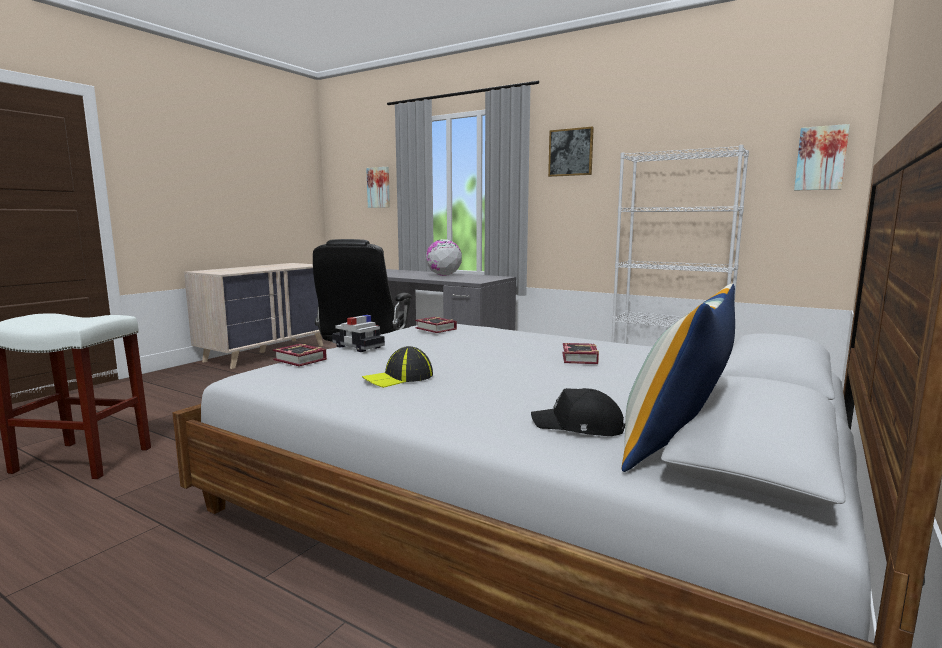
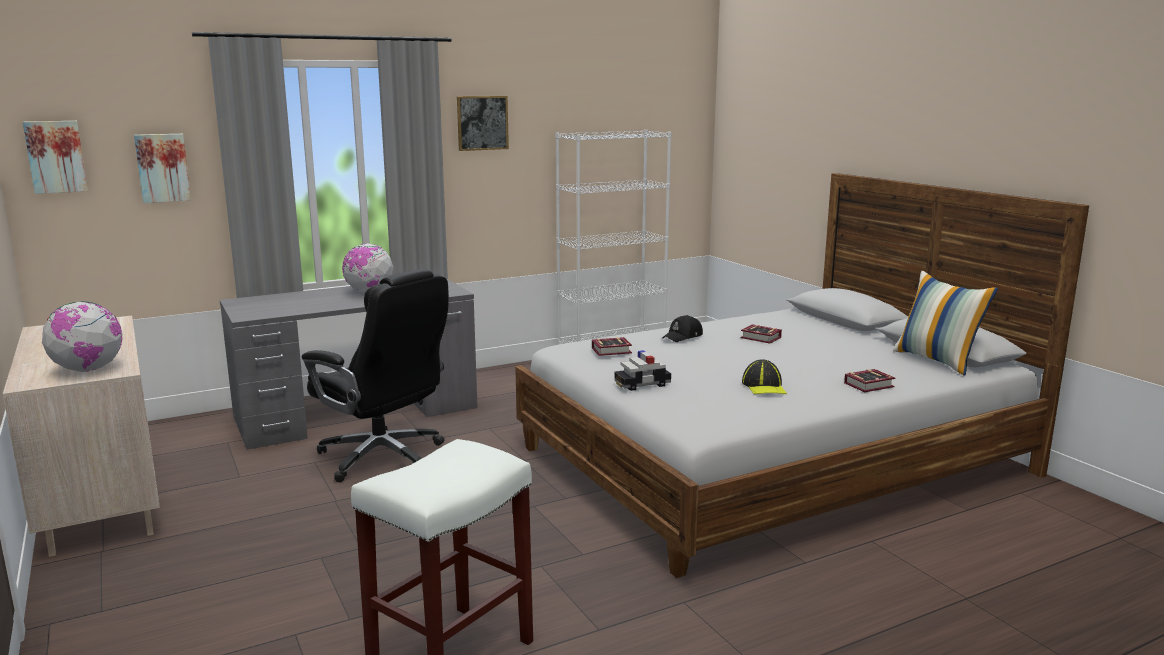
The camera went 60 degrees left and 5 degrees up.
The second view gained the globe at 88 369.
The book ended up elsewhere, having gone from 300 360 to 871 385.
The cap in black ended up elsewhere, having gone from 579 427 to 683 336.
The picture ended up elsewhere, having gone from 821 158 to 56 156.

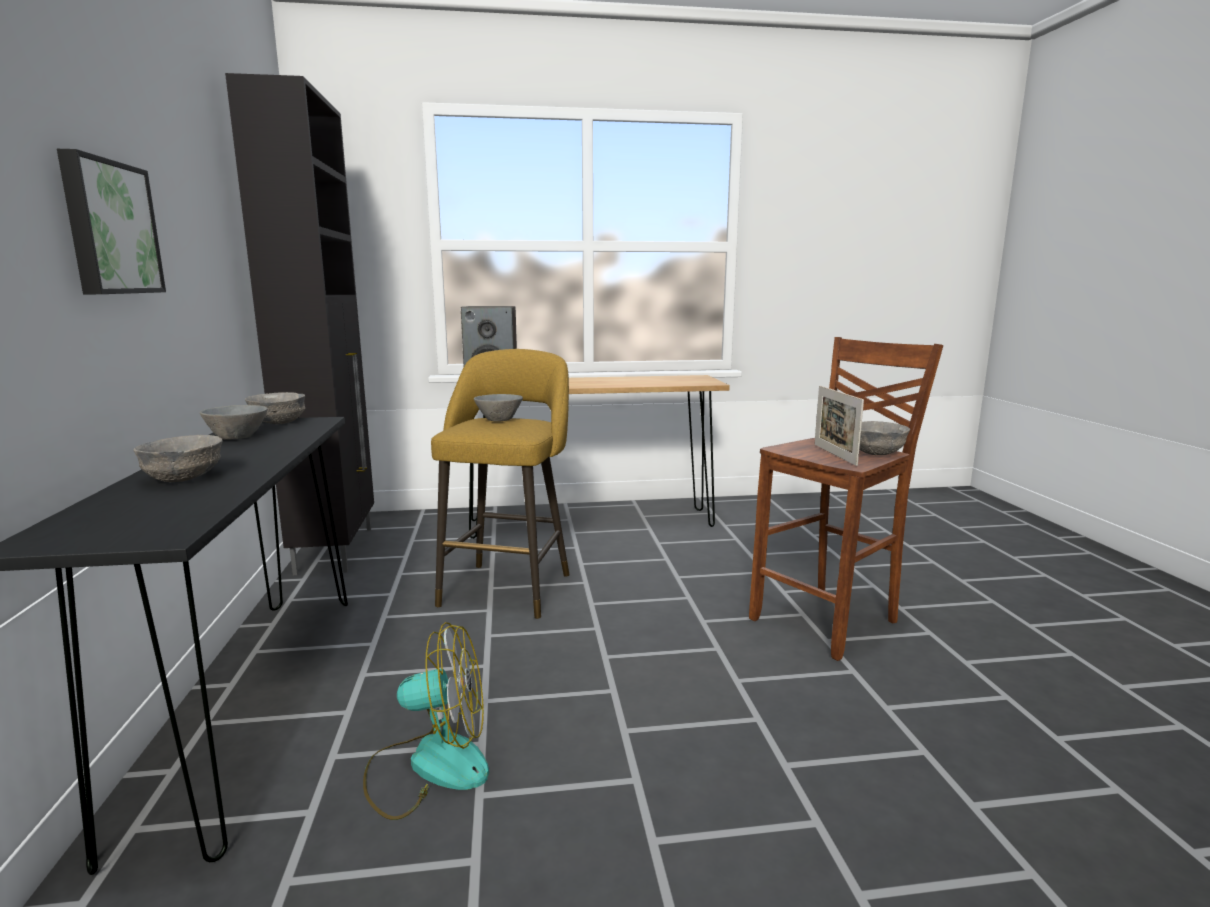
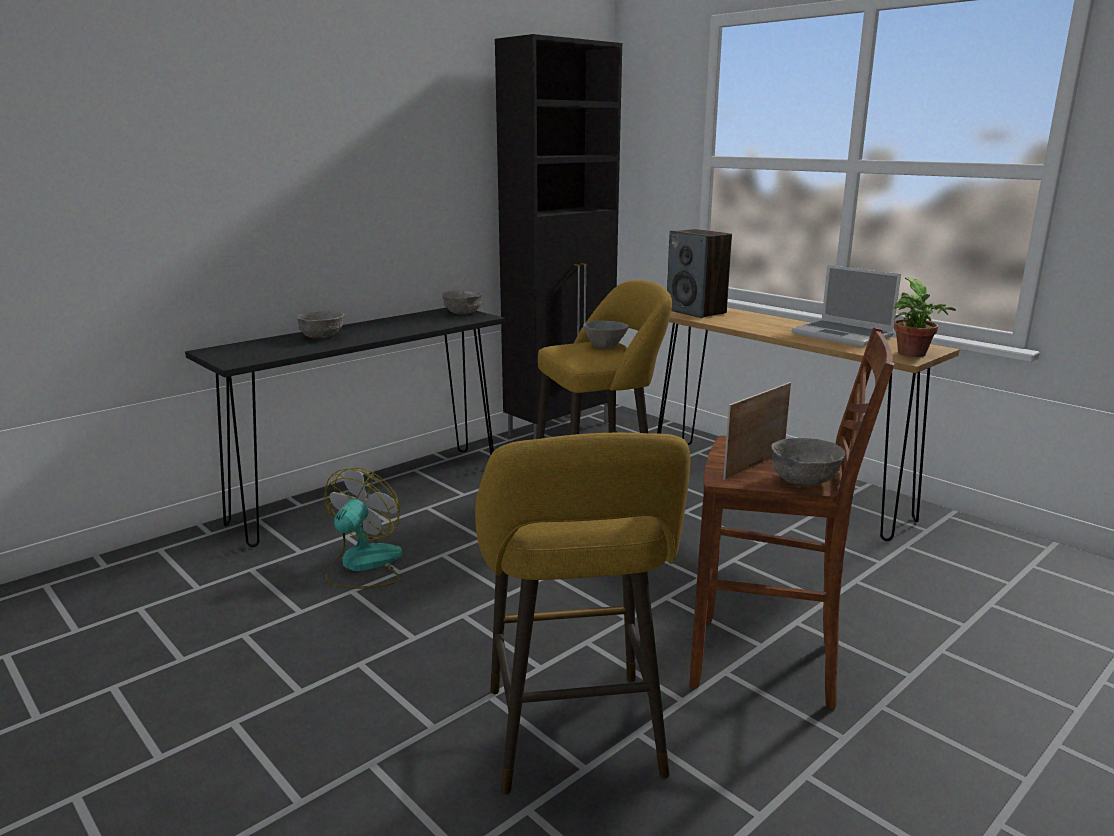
The camera went 55 degrees right and 5 degrees up.
The second view lost the picture at 108 228.
The second view lost the bowl in grey at 238 437.
The second view gained the stool in yellow at 575 739.
The second view gained the laptop at 843 335.
The second view gained the potted plant at 913 355.
The fan at 429 765 ended up facing another way, 120 degrees counterclockwise from before.

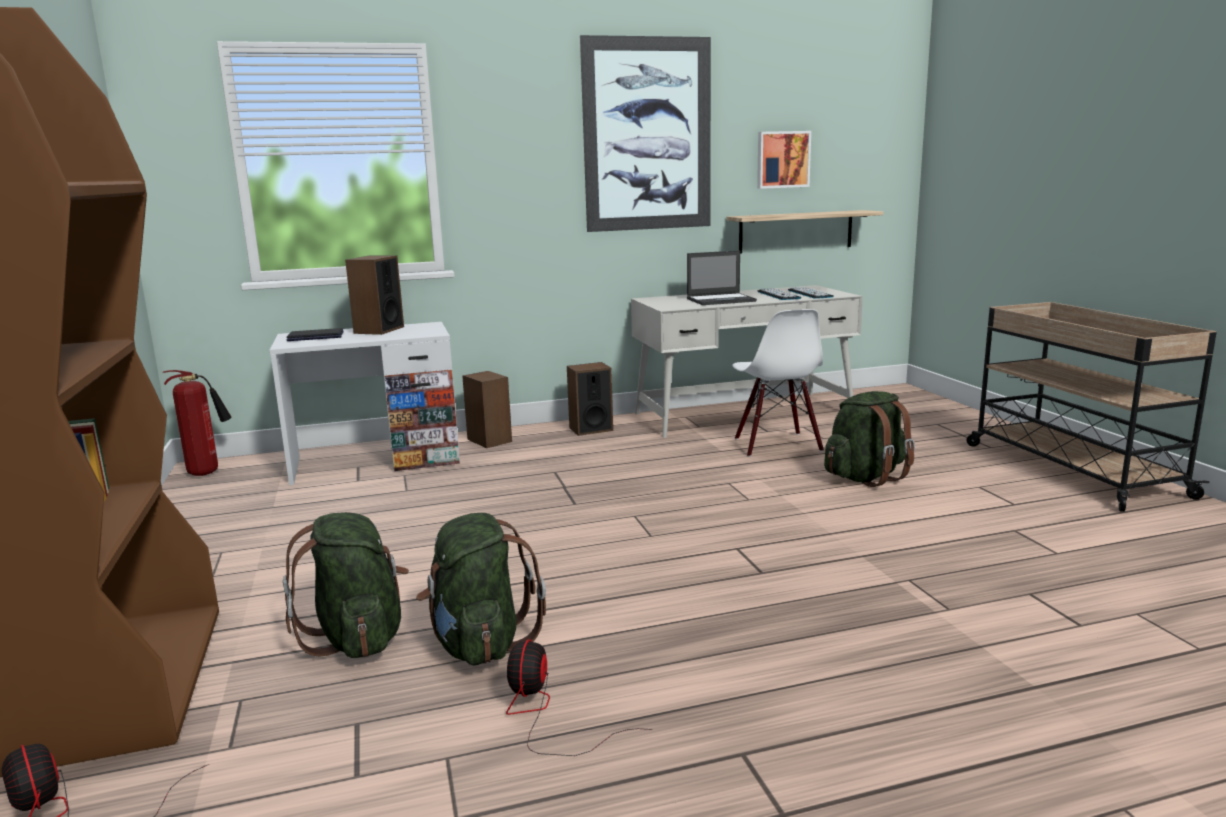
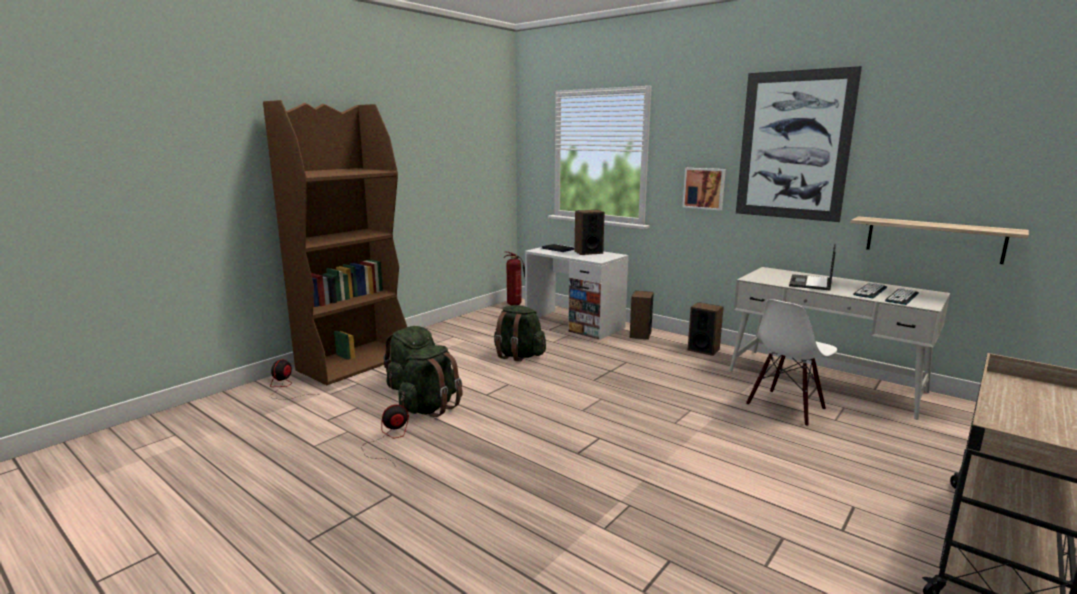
The camera went 55 degrees right and 0 degrees up.
The picture ended up elsewhere, having gone from 782 159 to 704 188.
The backpack in green ended up elsewhere, having gone from 866 477 to 518 356.
The laptop at 721 300 ended up facing another way, 75 degrees clockwise from before.

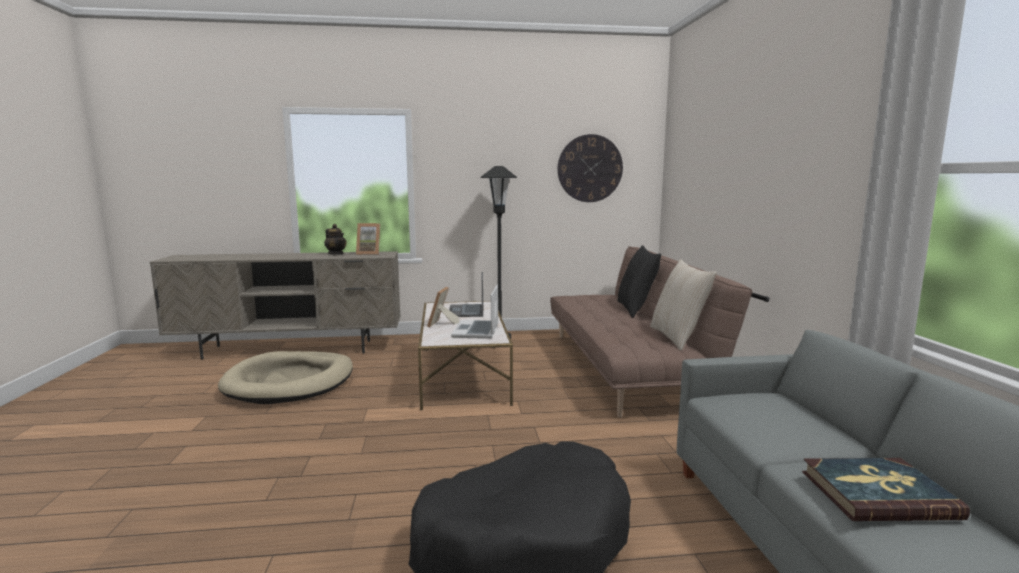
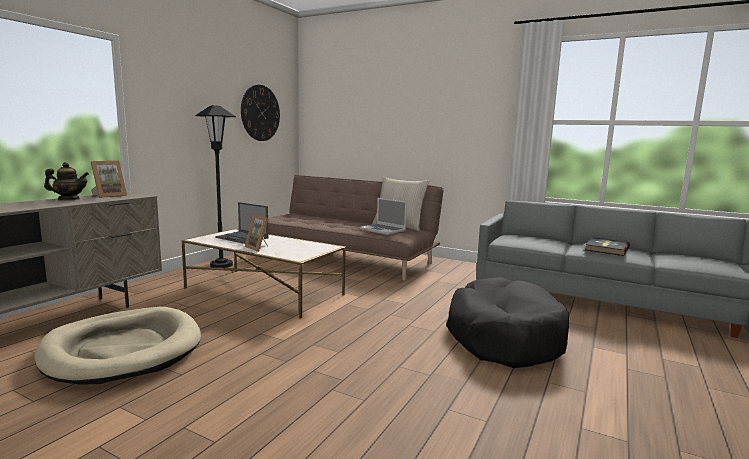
The camera went 55 degrees left and 0 degrees up.
The second view lost the pillow in black at 636 309.
The laptop ended up elsewhere, having gone from 476 331 to 383 230.

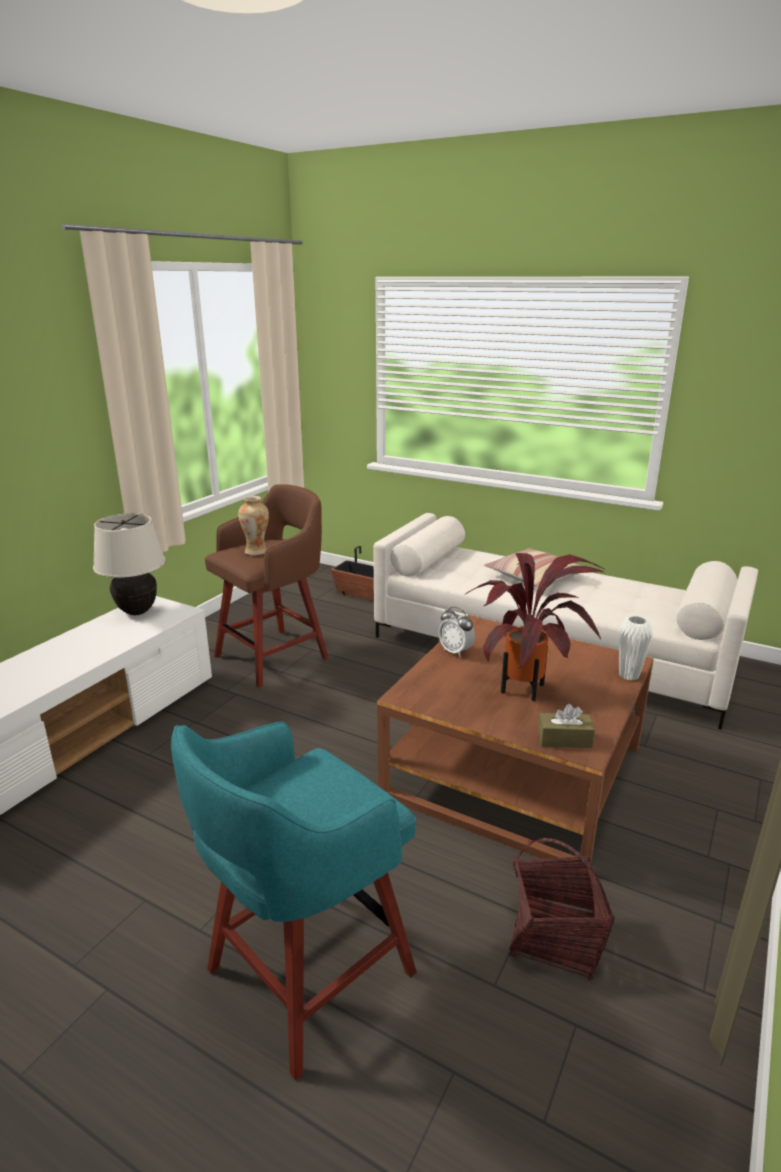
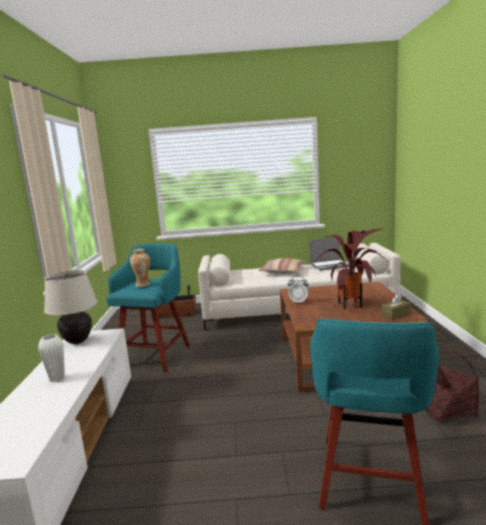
The camera went 30 degrees left and 10 degrees down.
The second view gained the laptop at 329 265.
The vase in white ended up elsewhere, having gone from 628 675 to 57 378.
What was the stool in brown at 275 656 turned into the stool in turquoise at 156 355.

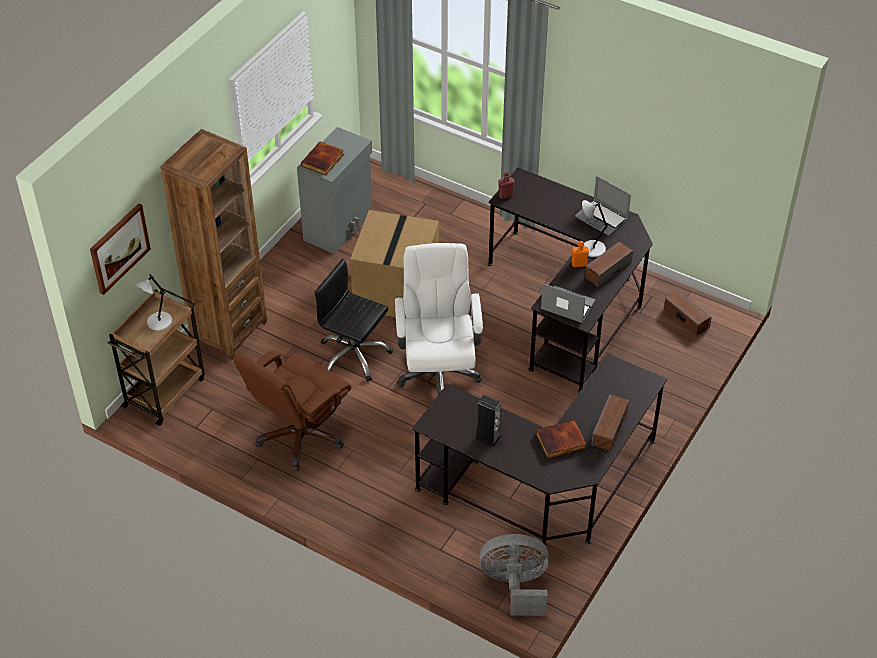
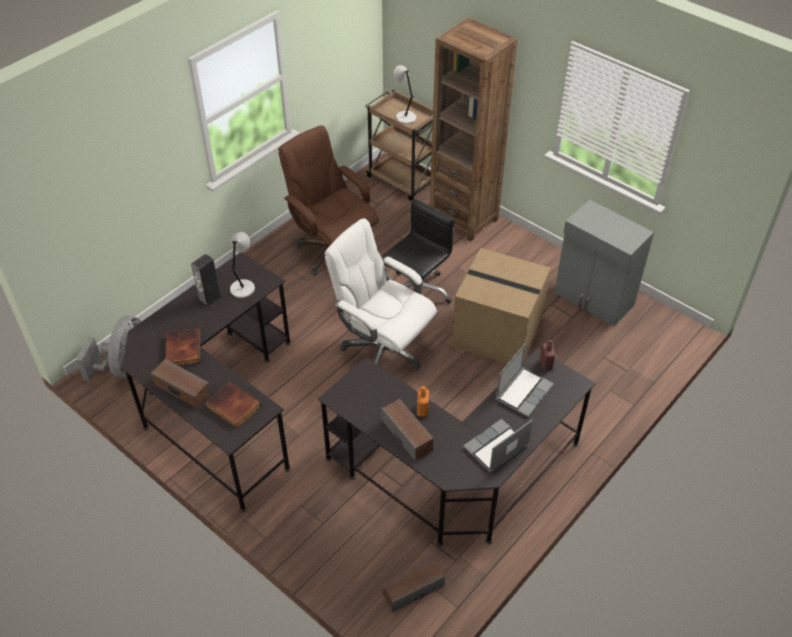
The camera went 100 degrees right and 0 degrees up.
The second view lost the picture at 119 248.
The book ended up elsewhere, having gone from 323 161 to 232 407.
The laptop ended up elsewhere, having gone from 566 306 to 523 391.
The table lamp in grey ended up elsewhere, having gone from 592 249 to 243 288.
The office chair in white at 438 372 ended up facing another way, 150 degrees counterclockwise from before.

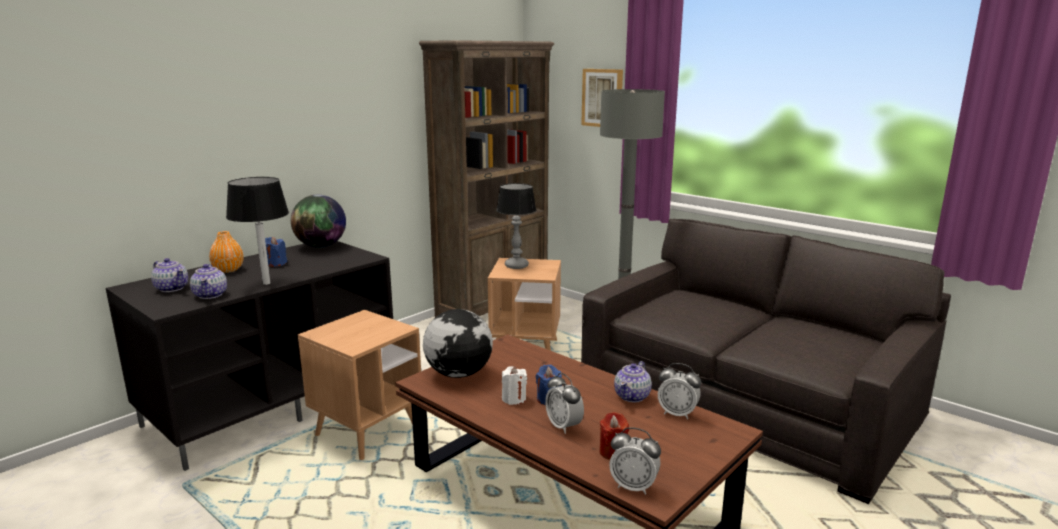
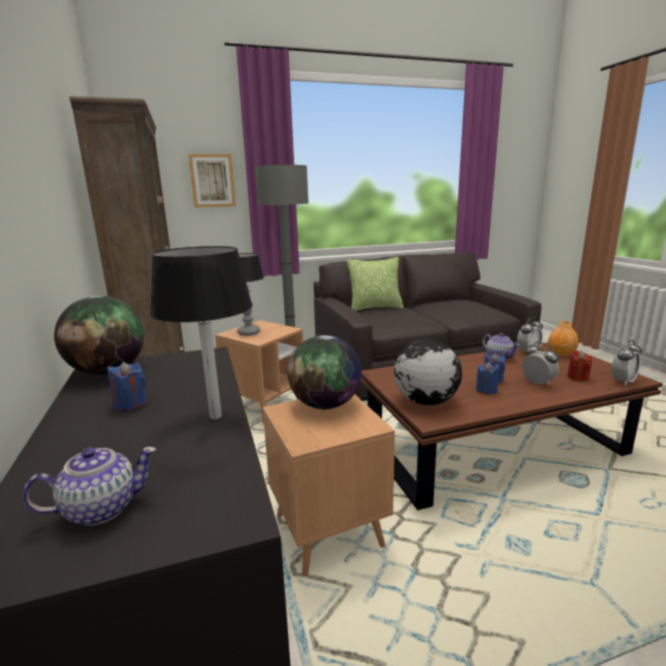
The camera went 60 degrees left and 0 degrees up.
The second view lost the teapot at 211 295.
The second view gained the globe at 325 405.
The second view gained the pillow at 375 308.
The vase in orange ended up elsewhere, having gone from 228 270 to 561 354.
What was the candle in white at 514 399 turned into the candle in blue at 486 390.
The alarm clock at 564 426 ended up facing another way, 120 degrees counterclockwise from before.

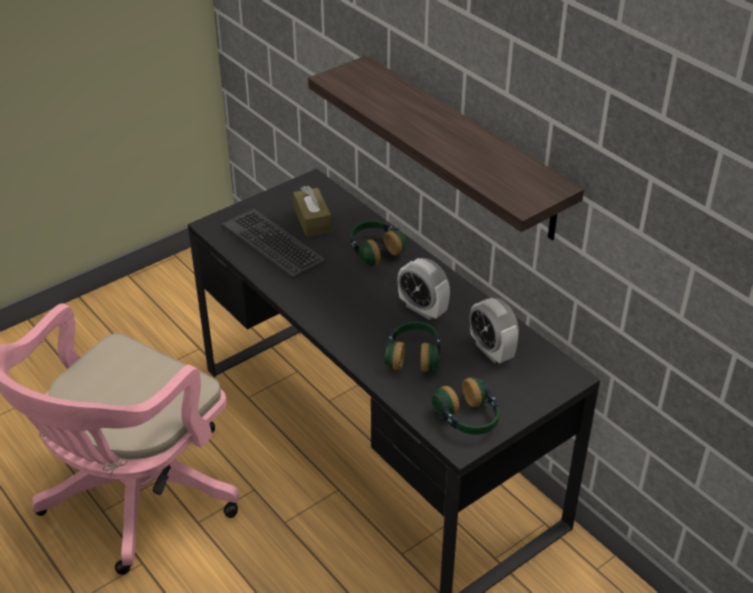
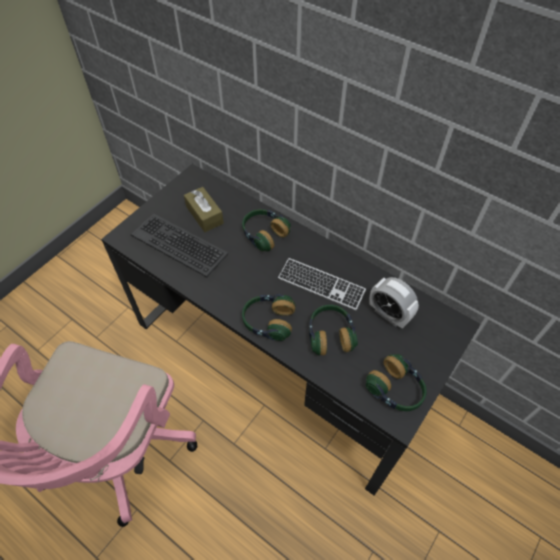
The camera went 15 degrees left and 15 degrees up.
The second view lost the shelf at 464 147.
The second view gained the headphones at 268 322.
Where the alarm clock stood at 422 309, the keyboard came to stand at 321 285.

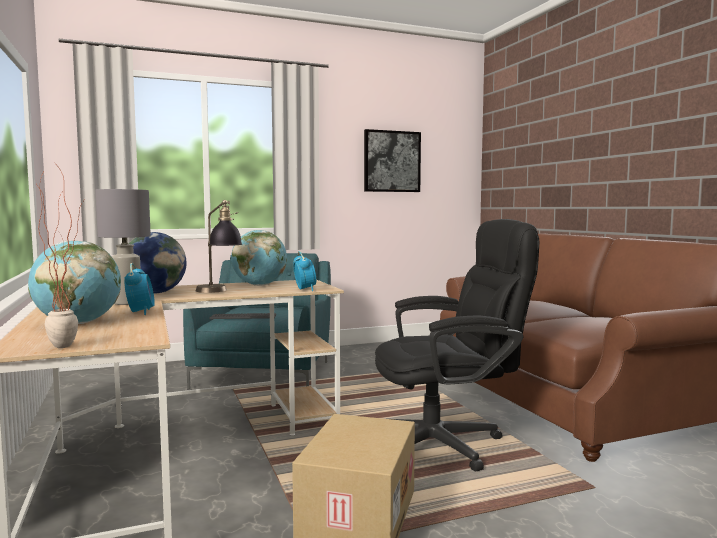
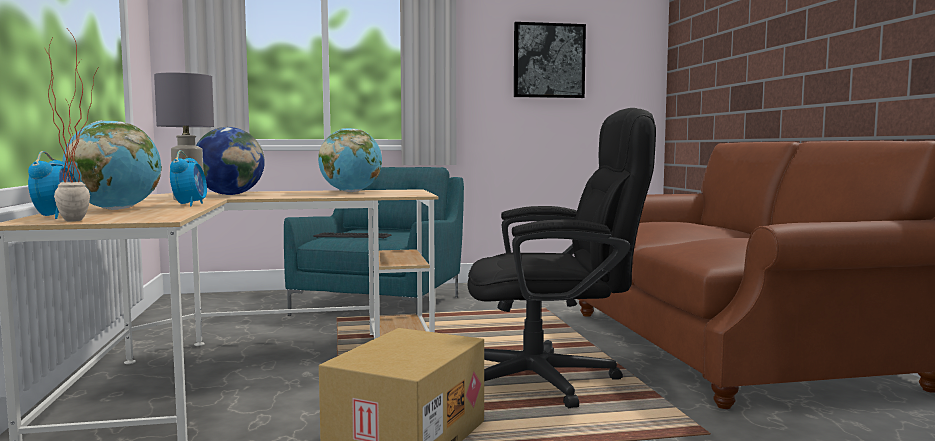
The camera went 10 degrees right and 0 degrees up.
The second view lost the table lamp at 219 291.
The alarm clock ended up elsewhere, having gone from 304 289 to 56 217.

